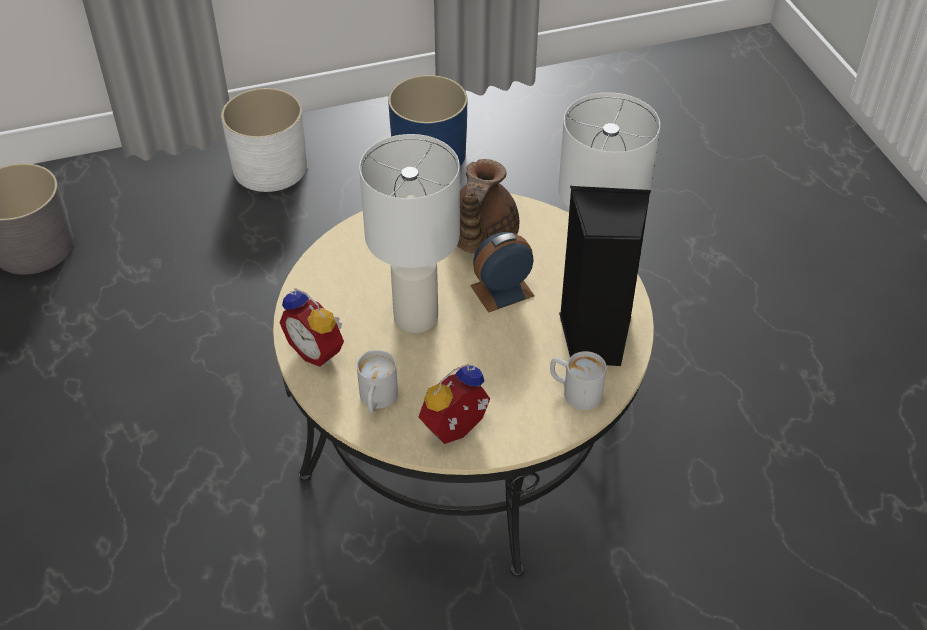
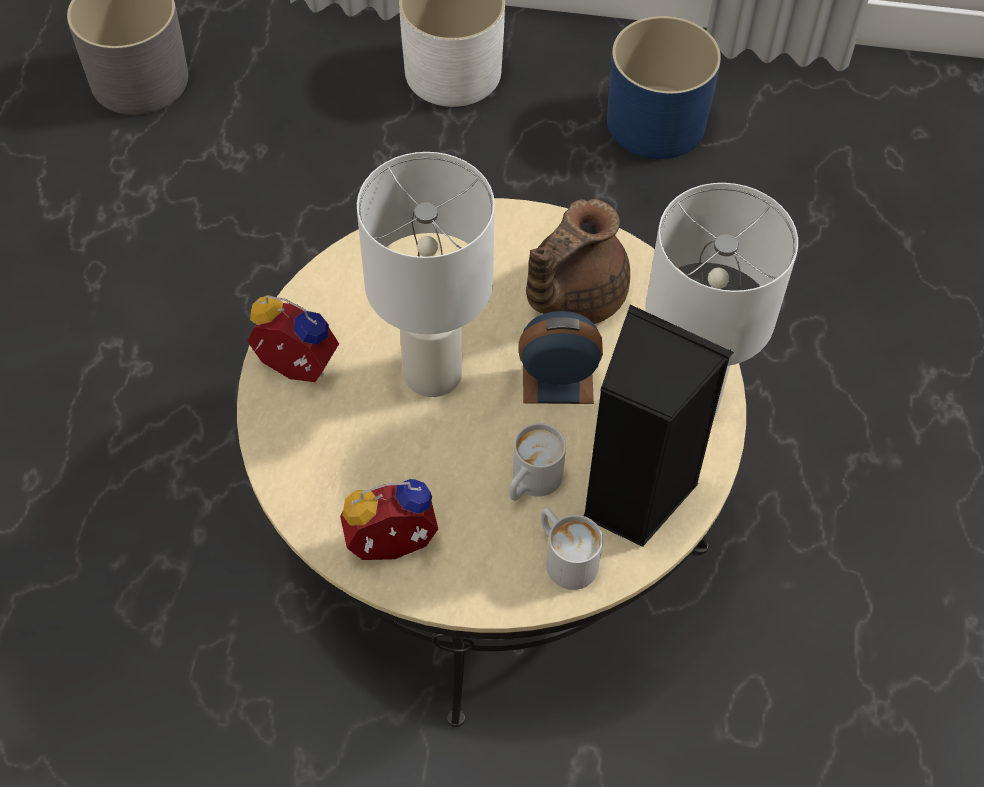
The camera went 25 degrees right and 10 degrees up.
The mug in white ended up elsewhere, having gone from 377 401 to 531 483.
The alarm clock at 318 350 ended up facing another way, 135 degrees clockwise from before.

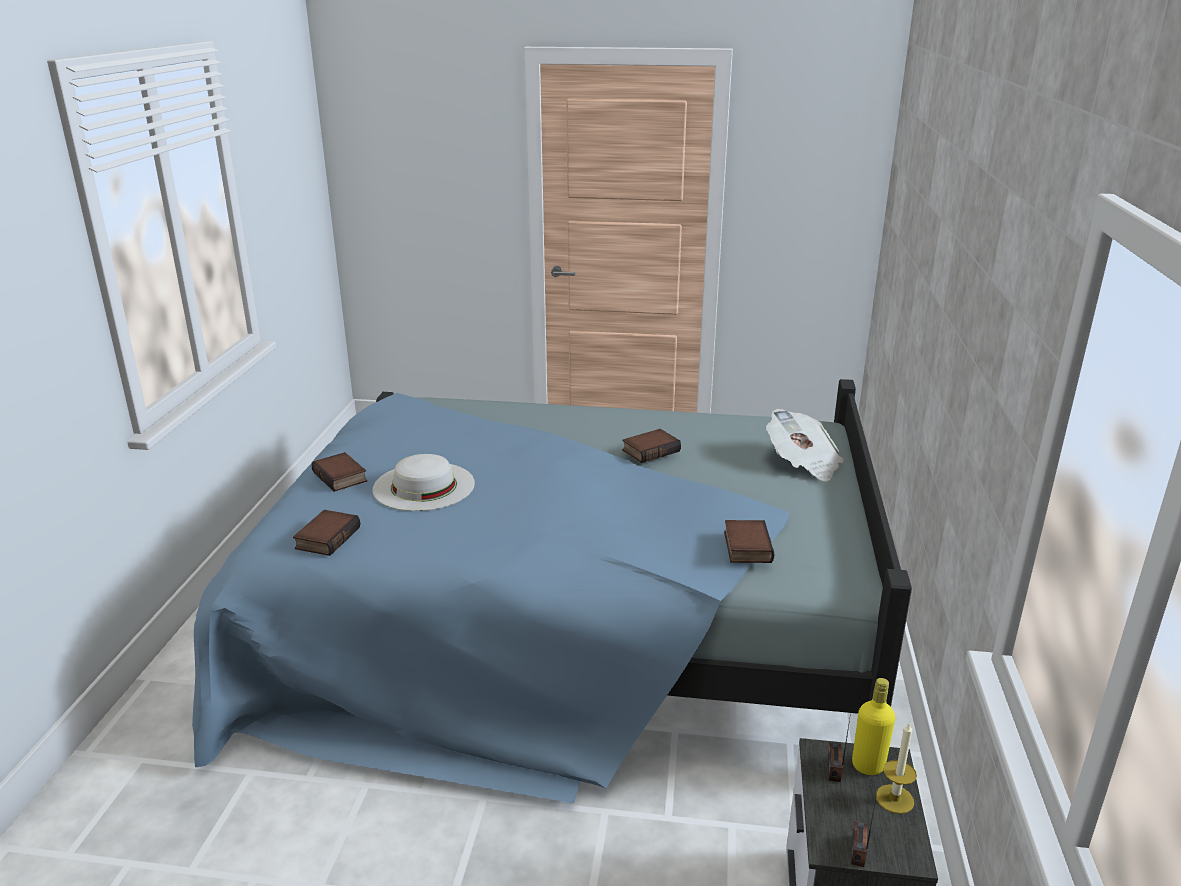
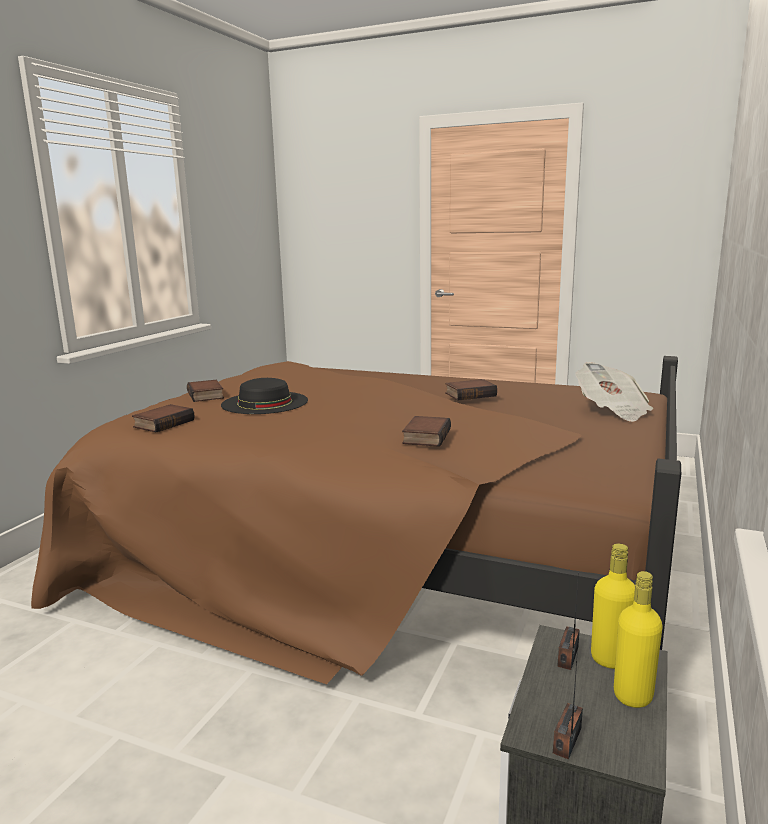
The camera went 15 degrees right and 10 degrees down.
The book ended up elsewhere, having gone from 745 546 to 425 436.
Where the candle stood at 894 799, the bottle in yellow came to stand at 633 695.
What was the bed in blue at 565 628 turned into the bed in brown at 386 553.
What was the hat in white at 424 486 turned into the hat in black at 265 402.

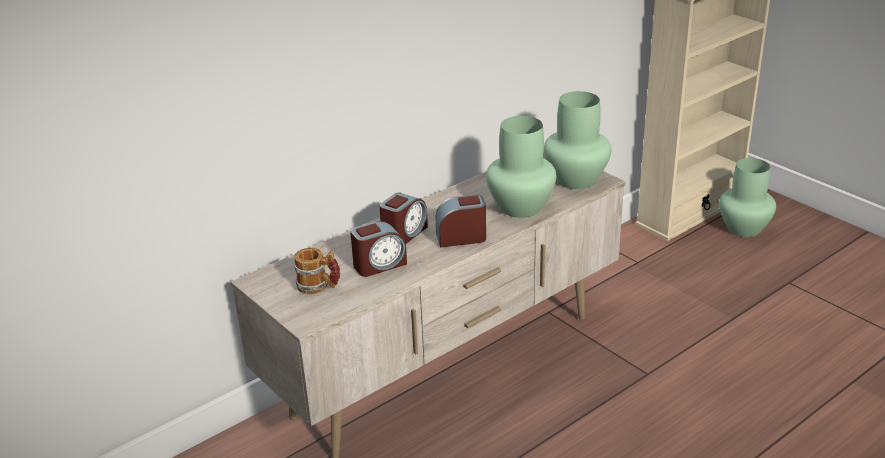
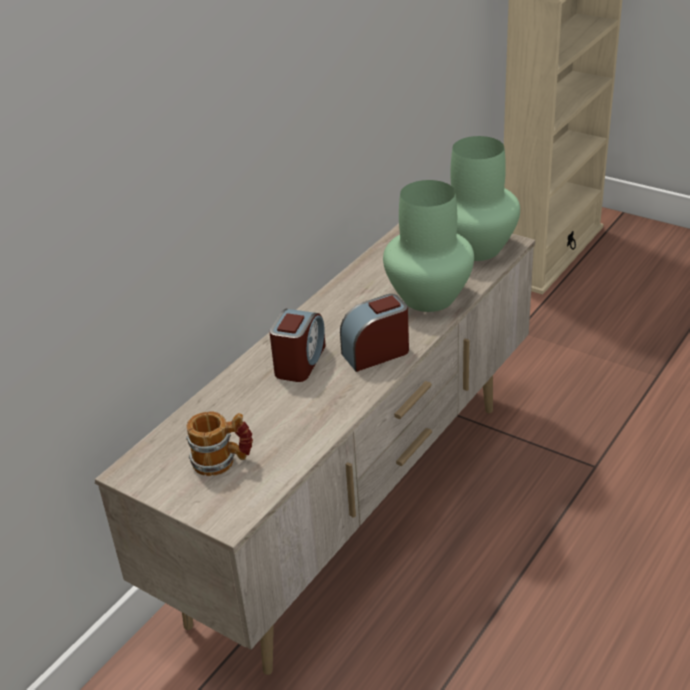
The camera went 15 degrees left and 5 degrees up.
The second view lost the alarm clock at 379 265.
The second view lost the vase in green at 743 228.

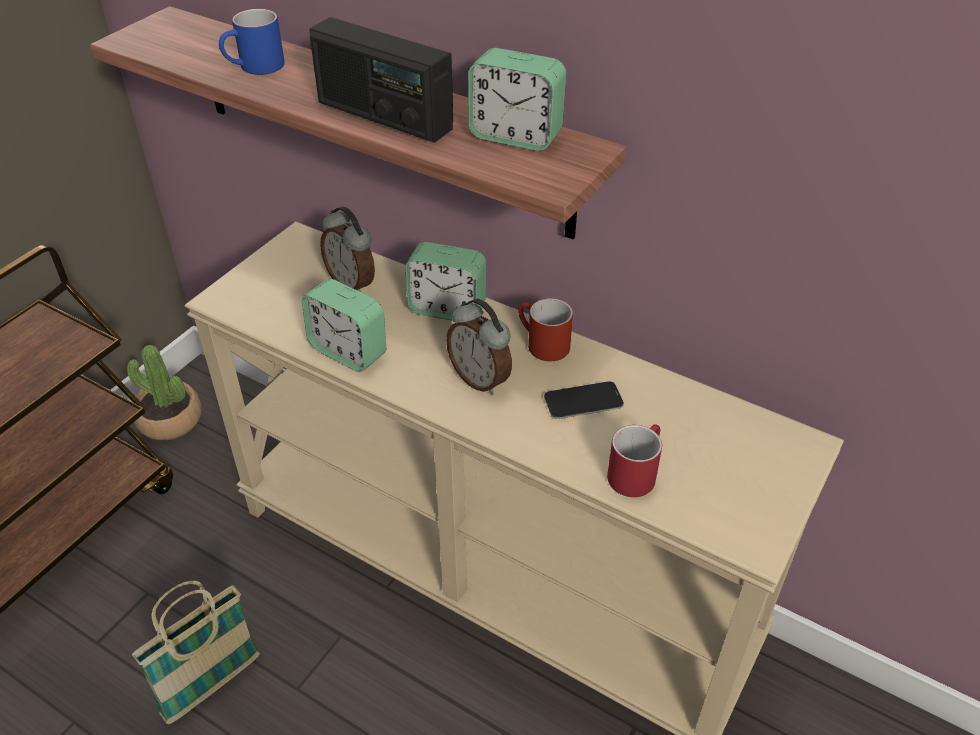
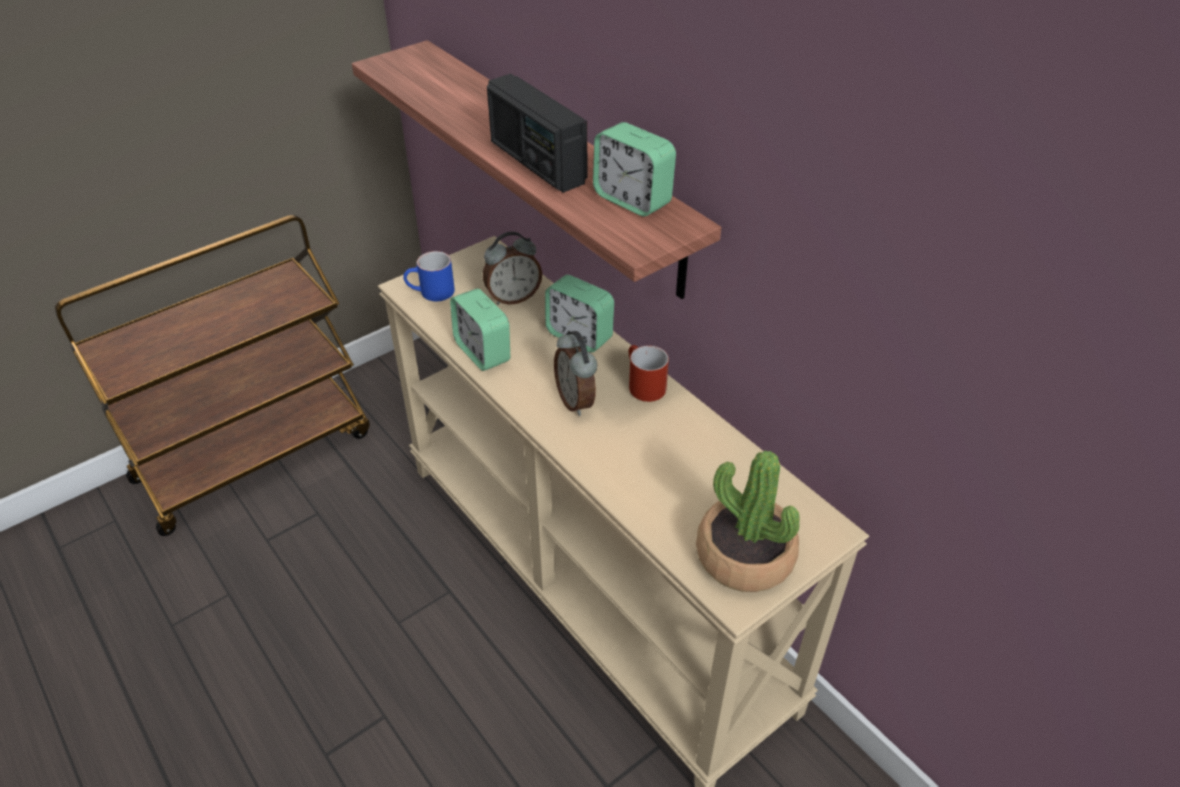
The camera went 20 degrees right and 0 degrees up.
The second view lost the basket at 212 686.
The second view lost the phone at 583 402.
The second view lost the mug in red at 634 471.
The potted plant ended up elsewhere, having gone from 170 420 to 744 556.
The mug in blue ended up elsewhere, having gone from 255 68 to 431 293.
The alarm clock at 352 283 ended up facing another way, 90 degrees counterclockwise from before.

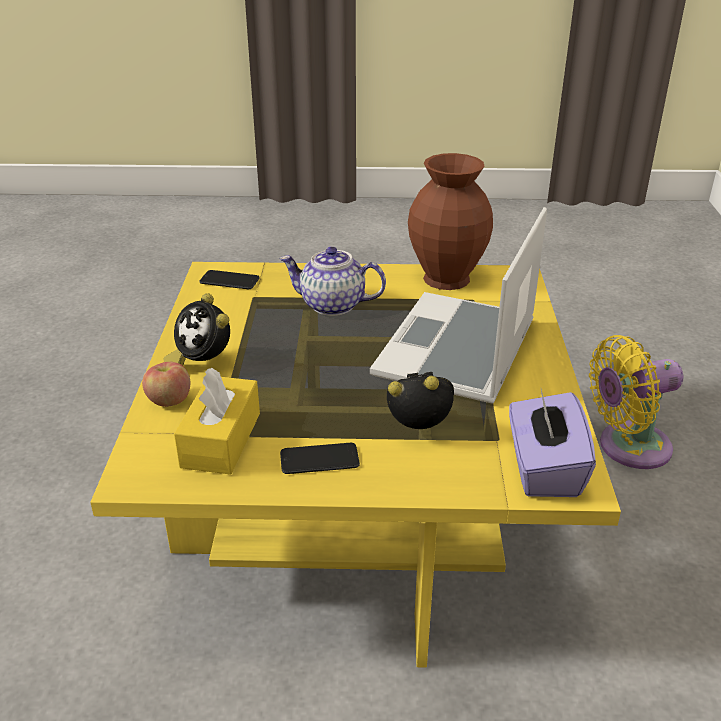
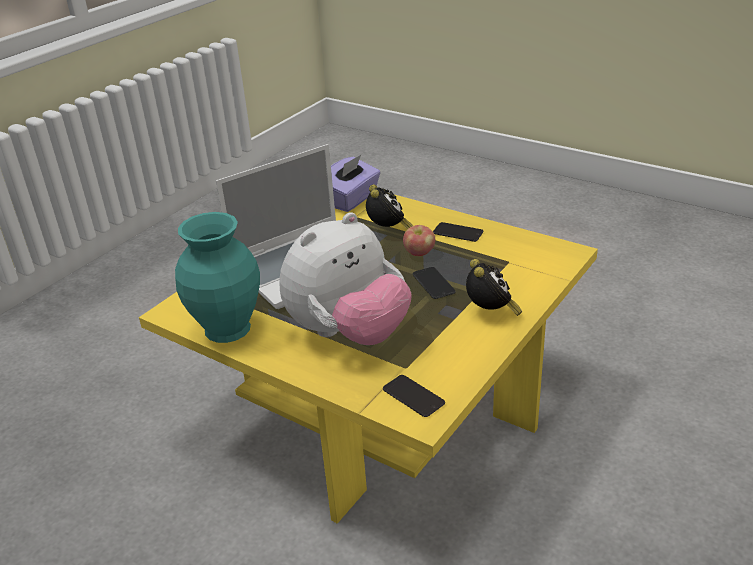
The camera went 145 degrees left and 0 degrees up.
The second view lost the tissue box in yellow at 221 440.
The second view lost the fan in yellow at 627 447.
The second view gained the phone at 433 283.
The apple ended up elsewhere, having gone from 169 400 to 419 253.
Where the teapot stood at 332 305, the plush toy came to stand at 349 333.
What was the vase in brown at 445 279 turned into the vase in turquoise at 229 328.
The alarm clock at 421 430 ended up facing another way, 135 degrees counterclockwise from before.

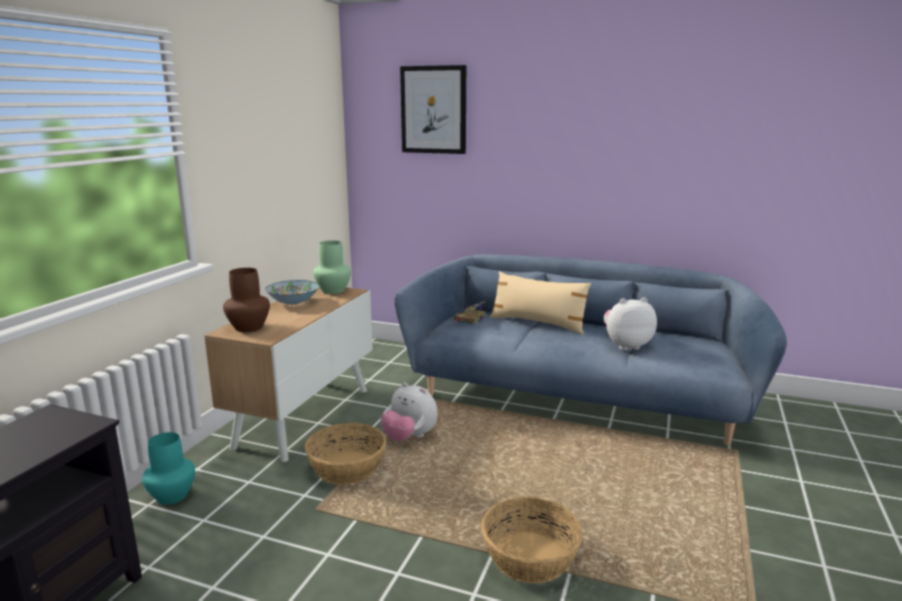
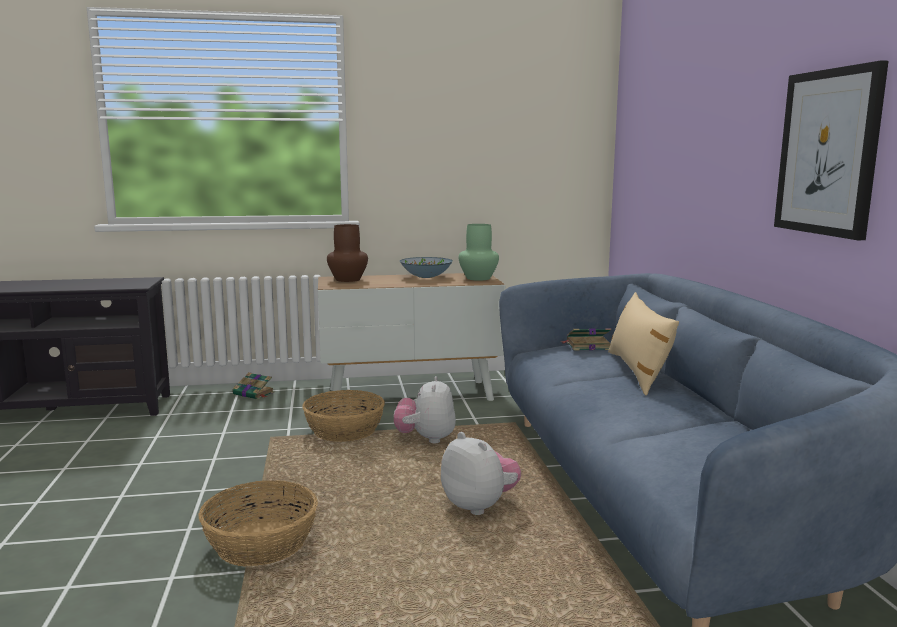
The camera went 60 degrees right and 5 degrees down.
The picture ended up elsewhere, having gone from 433 110 to 828 152.
The plush toy ended up elsewhere, having gone from 626 345 to 479 506.
Where the vase in turquoise stood at 172 495, the book came to stand at 254 394.

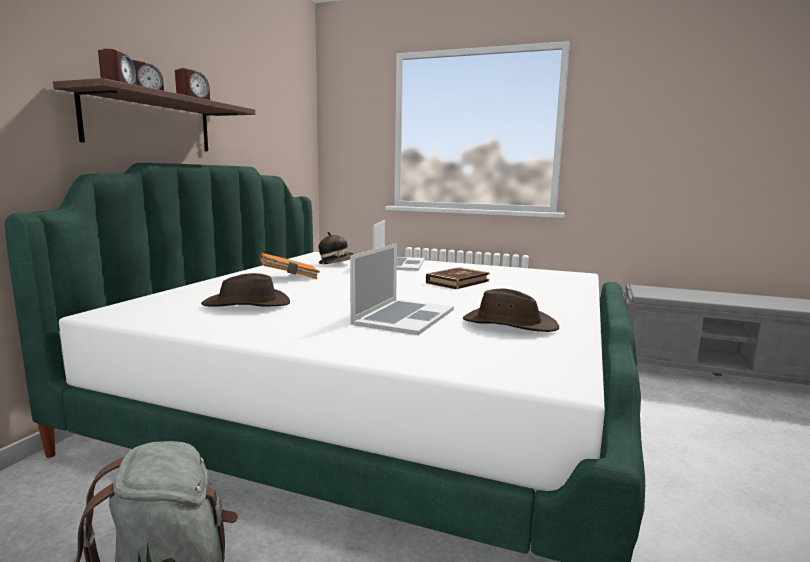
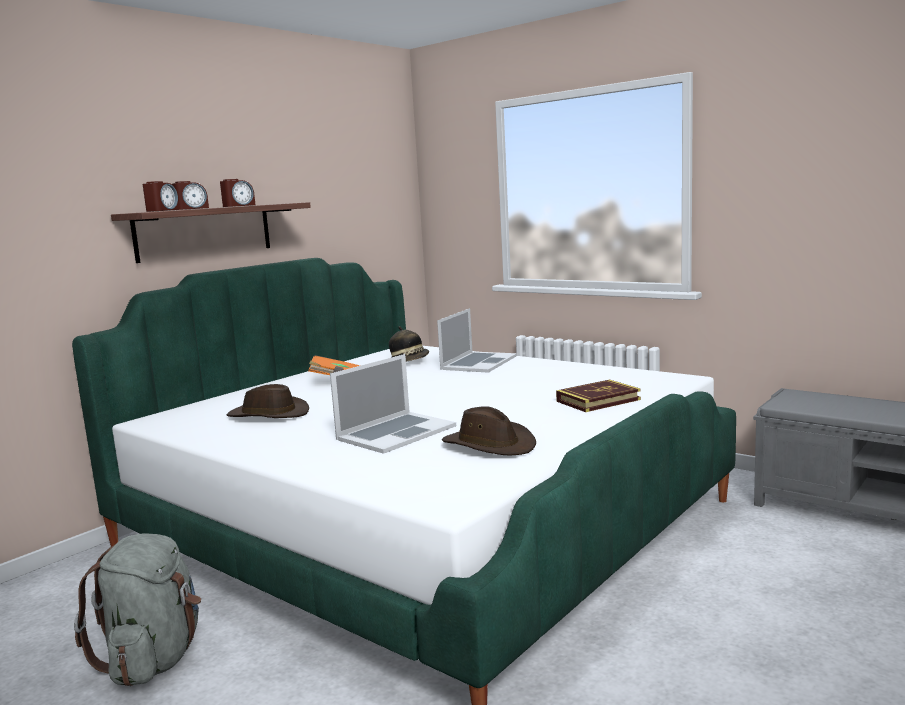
The camera went 20 degrees right and 0 degrees up.
The book ended up elsewhere, having gone from 457 282 to 598 400.

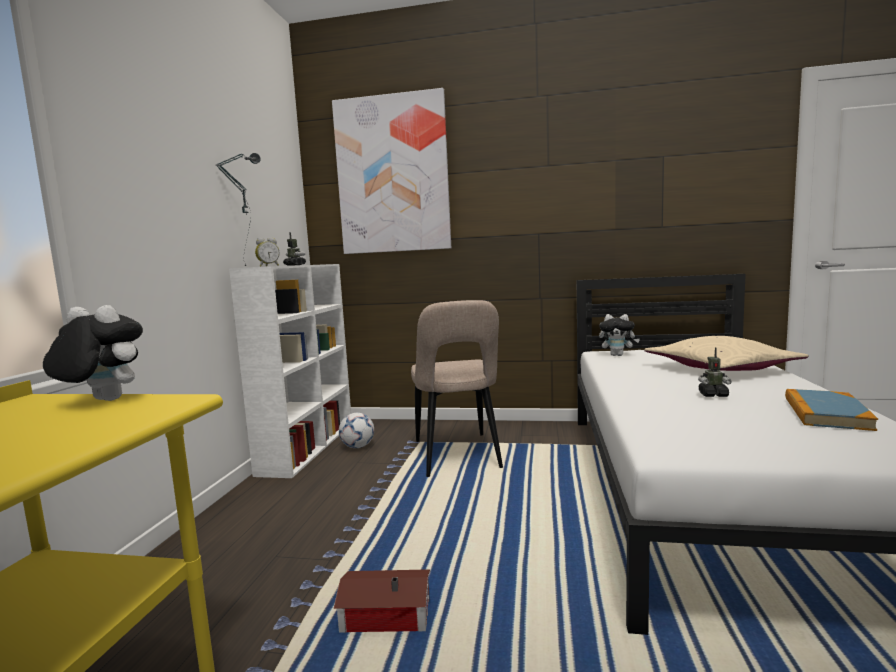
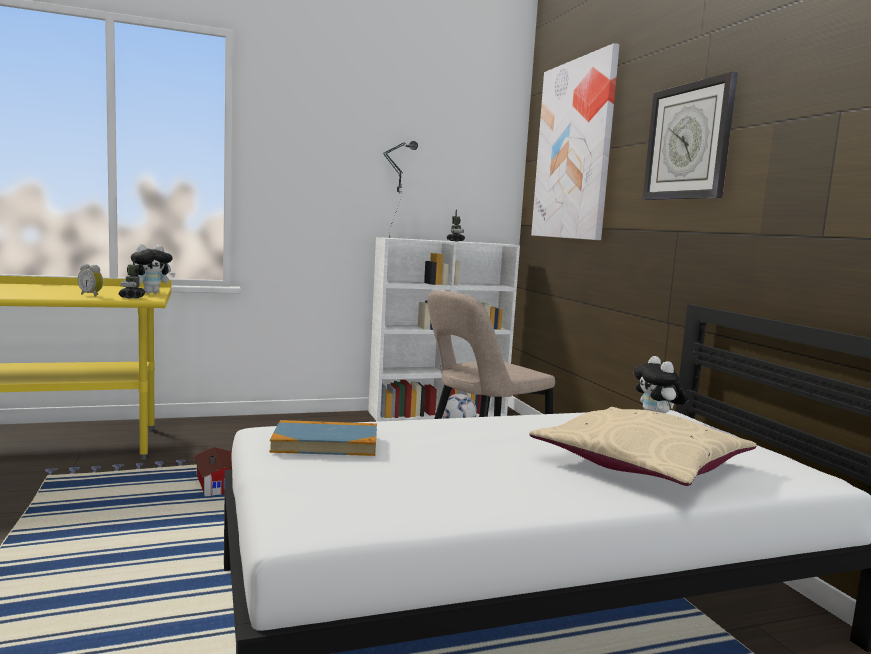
The camera went 60 degrees right and 0 degrees up.
The second view gained the wall clock at 688 142.
The alarm clock ended up elsewhere, having gone from 268 266 to 92 295.
The toy robot ended up elsewhere, having gone from 713 395 to 132 297.
The book ended up elsewhere, having gone from 826 413 to 325 443.
The plush toy at 101 401 ended up facing another way, 60 degrees clockwise from before.

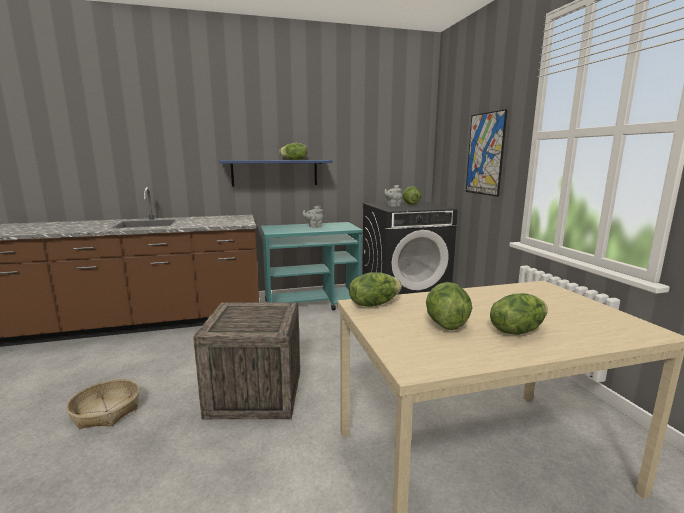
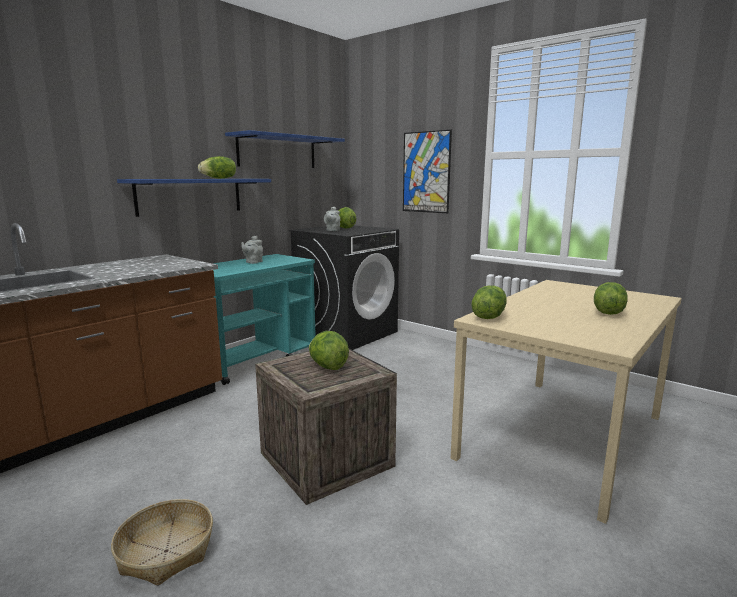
The camera went 35 degrees left and 0 degrees up.
The second view gained the shelf in blue at 277 152.
The lettuce ended up elsewhere, having gone from 445 324 to 328 367.

